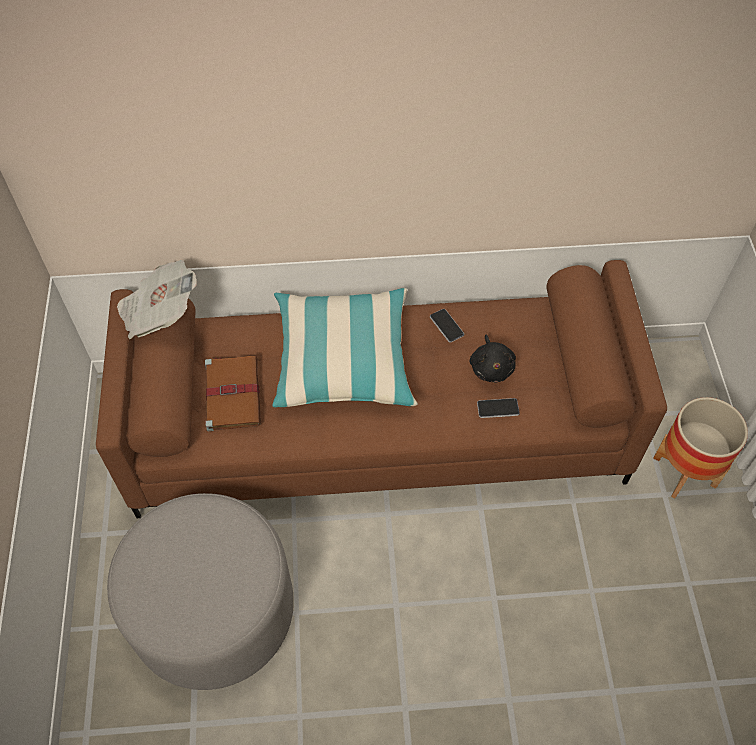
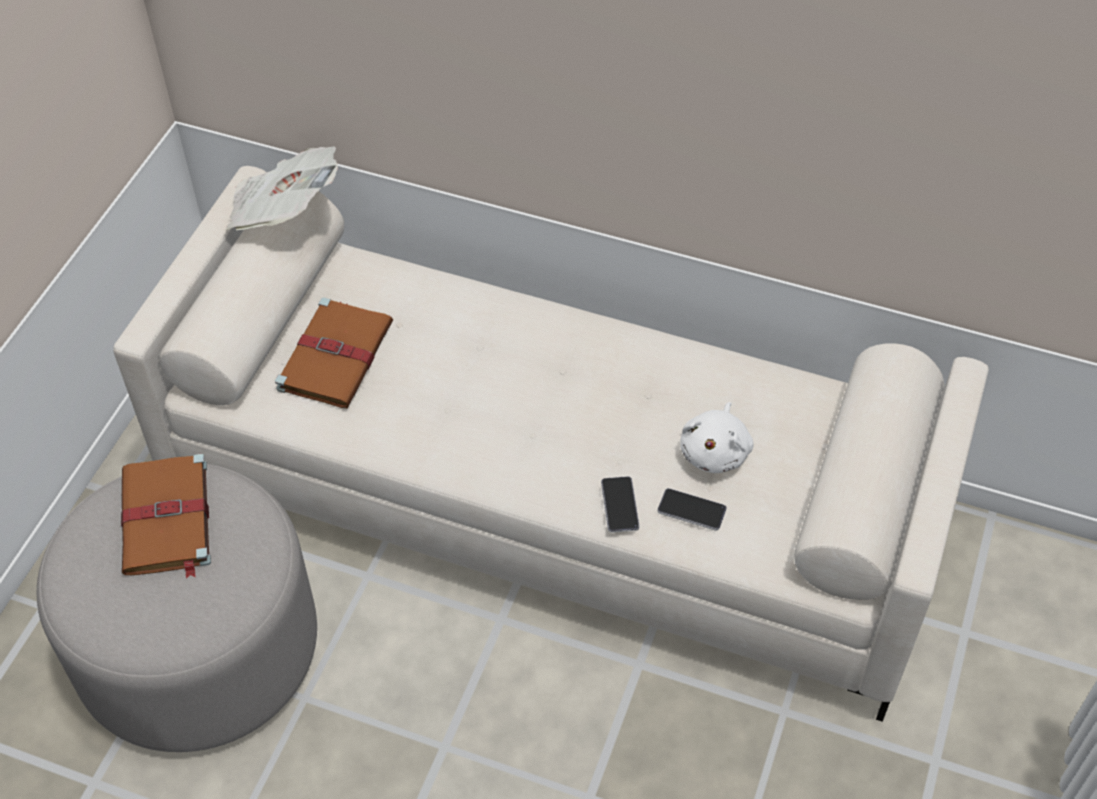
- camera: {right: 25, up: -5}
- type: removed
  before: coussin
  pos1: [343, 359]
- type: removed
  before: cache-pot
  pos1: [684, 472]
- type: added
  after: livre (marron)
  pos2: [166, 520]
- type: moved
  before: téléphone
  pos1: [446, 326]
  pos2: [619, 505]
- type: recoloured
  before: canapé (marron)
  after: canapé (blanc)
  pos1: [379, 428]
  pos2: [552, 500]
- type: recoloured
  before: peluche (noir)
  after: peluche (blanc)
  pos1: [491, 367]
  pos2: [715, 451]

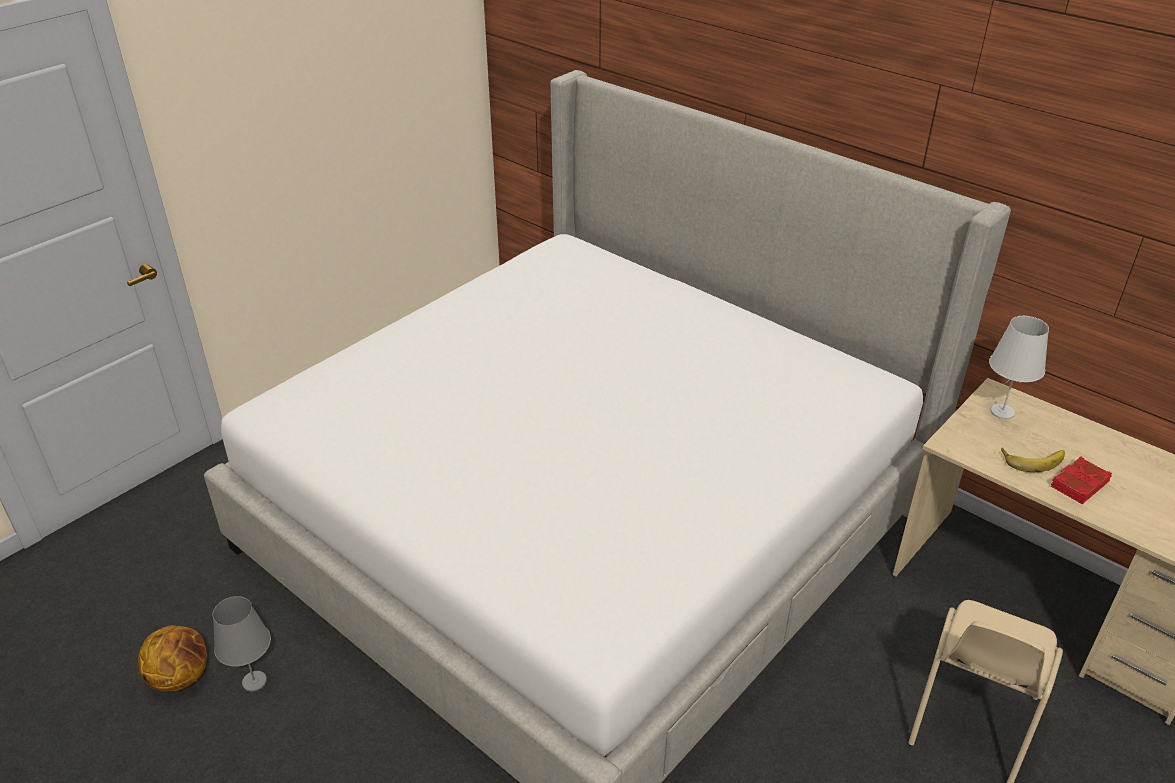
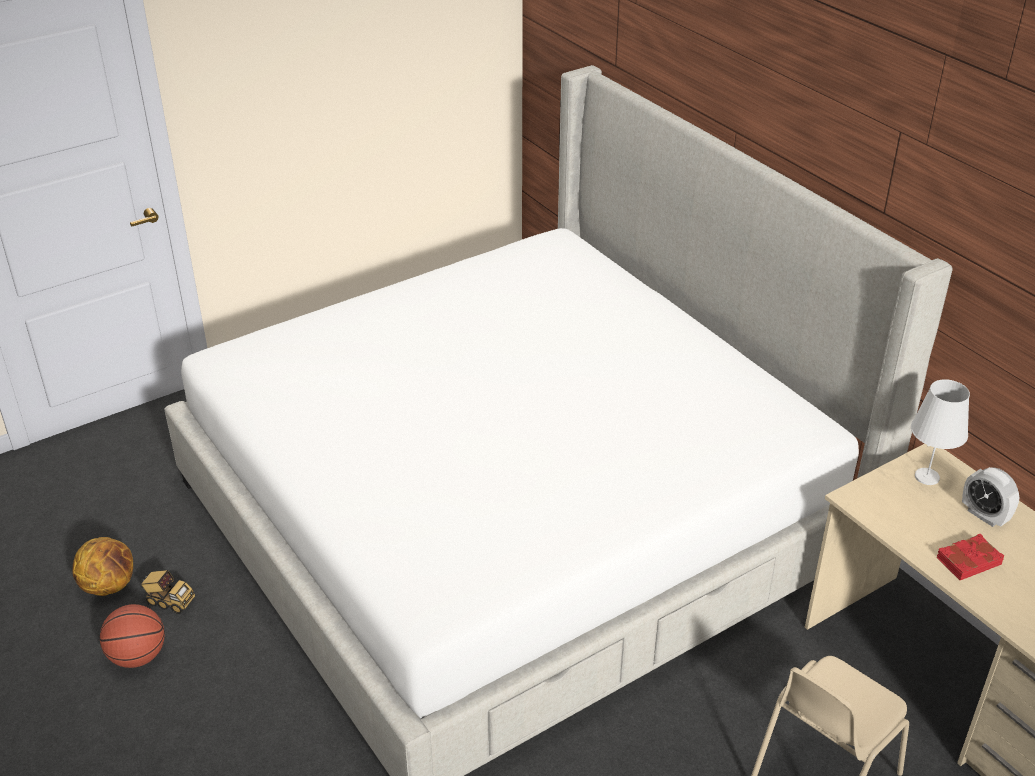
- camera: {right: 15, up: 0}
- type: removed
  before: banane
  pos1: [1032, 459]
- type: added
  after: ballon de basket
  pos2: [138, 656]
- type: added
  after: réveil
  pos2: [984, 515]
- type: replaced
  before: lampe de table (gris)
  after: camion jouet
  pos1: [255, 681]
  pos2: [169, 602]

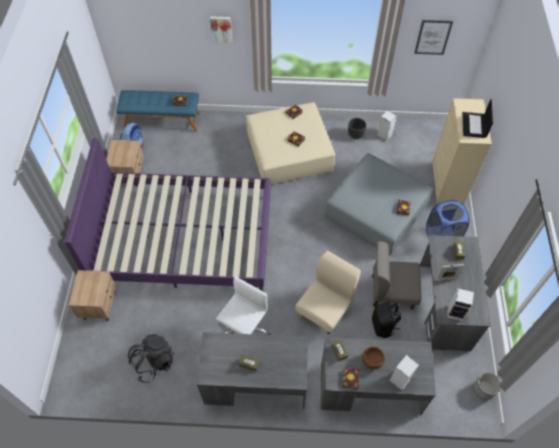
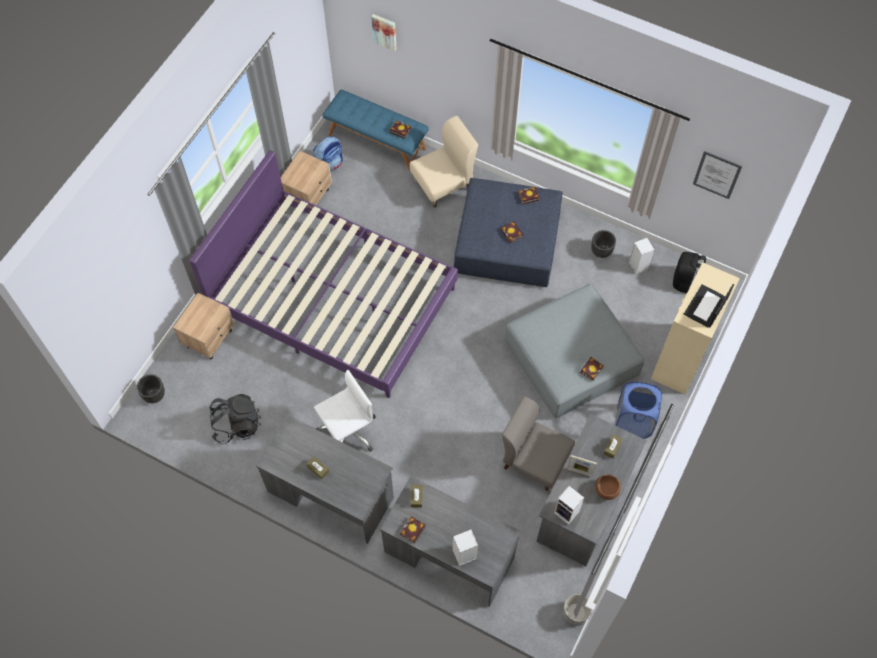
- camera: {right: 25, up: 5}
- type: added
  after: cache-pot (noir)
  pos2: [154, 395]
- type: moved
  before: tableau
  pos1: [221, 29]
  pos2: [384, 31]
- type: moved
  before: chaise (beige)
  pos1: [325, 309]
  pos2: [443, 185]
- type: moved
  before: bol (marron)
  pos1: [372, 361]
  pos2: [606, 490]
- type: moved
  before: sac à dos (noir)
  pos1: [383, 326]
  pos2: [685, 281]
- type: recoloured
  before: pouf (beige)
  after: pouf (bleu)
  pos1: [289, 152]
  pos2: [507, 242]

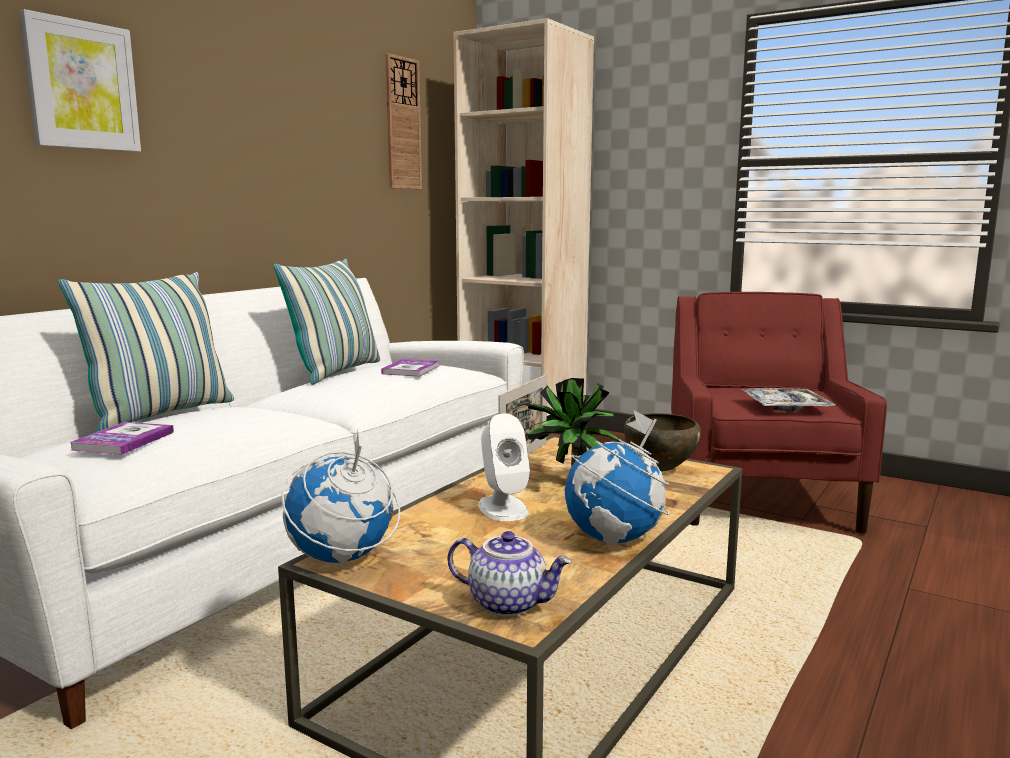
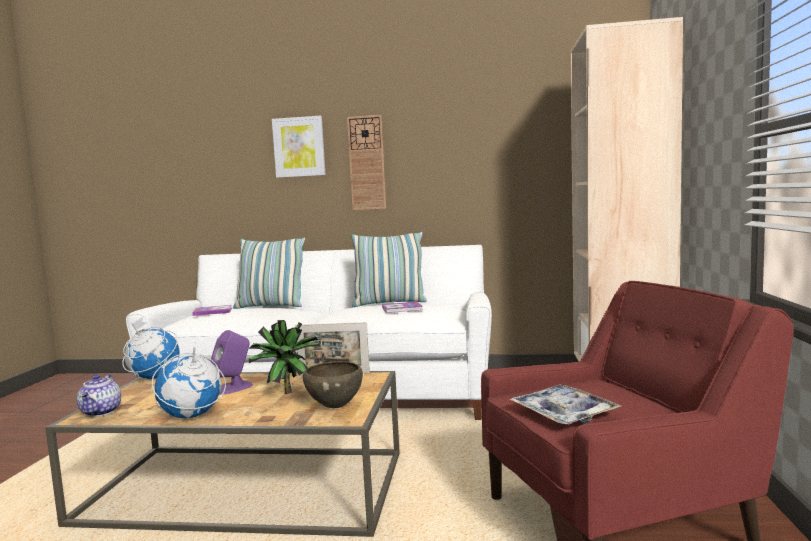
- camera: {right: 65, up: -5}
- type: moved
  before: horloge murale
  pos1: [402, 124]
  pos2: [367, 163]
- type: recoloured
  before: enceinte (blanc)
  after: enceinte (violet)
  pos1: [502, 508]
  pos2: [233, 387]

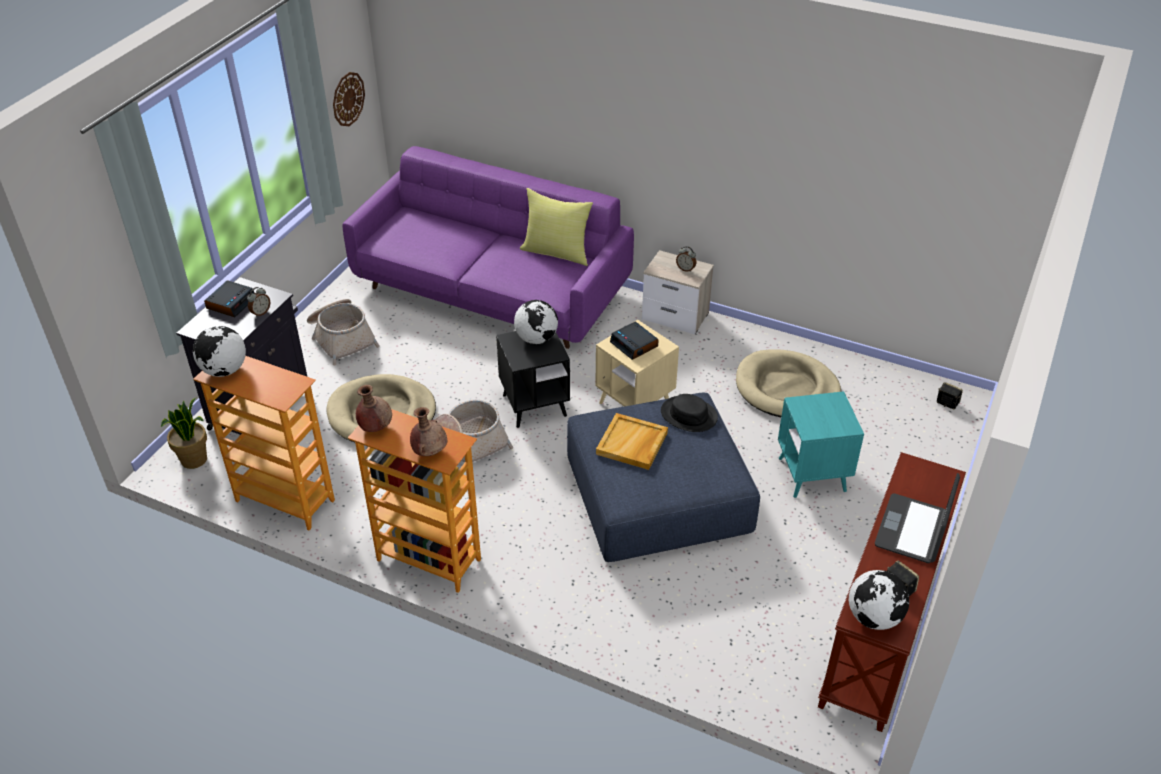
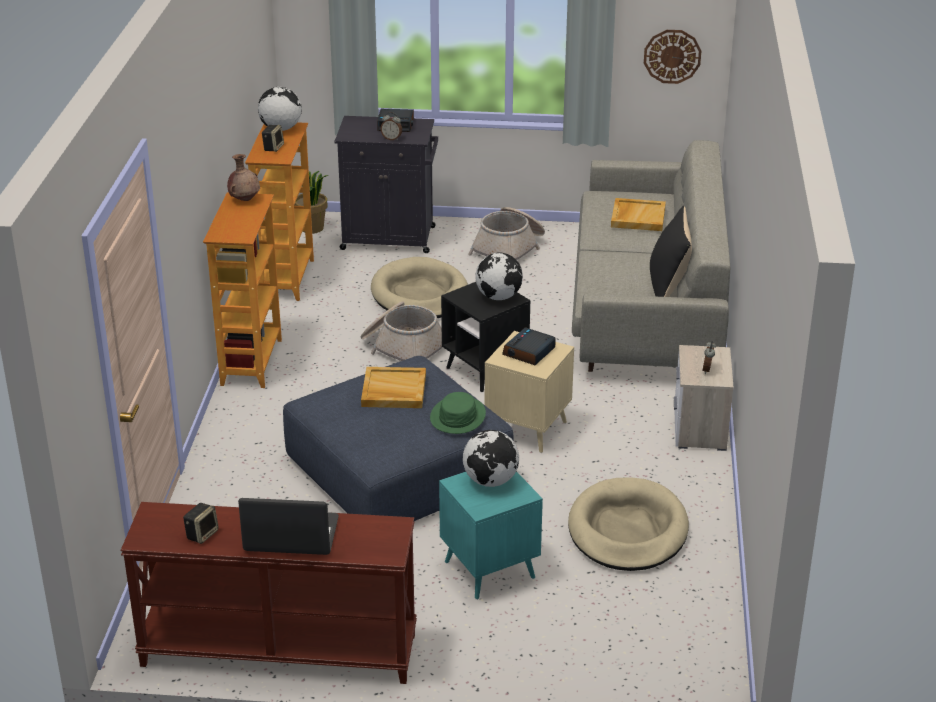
- camera: {right: 70, up: -10}
- type: removed
  before: vase (marron)
  pos1: [430, 451]
- type: added
  after: plateau (beige)
  pos2: [637, 217]
- type: moved
  before: globe
  pos1: [874, 617]
  pos2: [490, 481]
- type: moved
  before: enceinte
  pos1: [946, 403]
  pos2: [273, 147]
- type: recoloured
  before: canapé (violet)
  after: canapé (gris)
  pos1: [490, 291]
  pos2: [646, 306]
- type: recoloured
  before: coussin (jaune)
  after: coussin (noir)
  pos1: [557, 252]
  pos2: [668, 287]
- type: recoloured
  before: chapeau (noir)
  after: chapeau (vert)
  pos1: [689, 415]
  pos2: [458, 416]

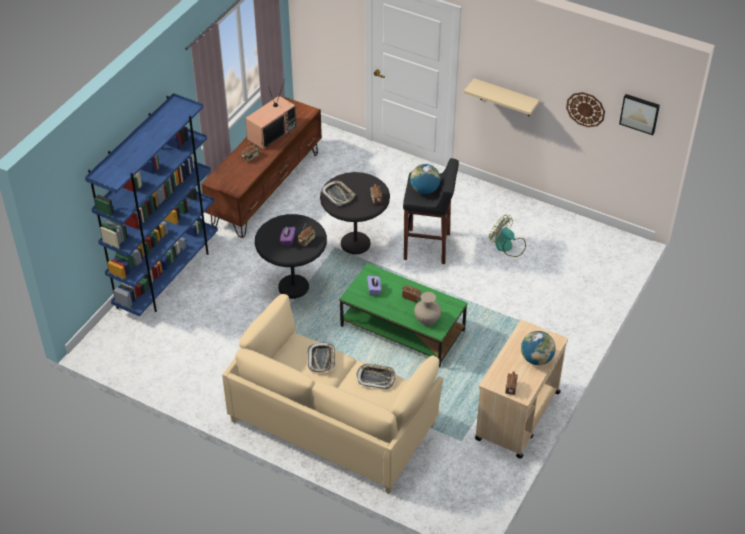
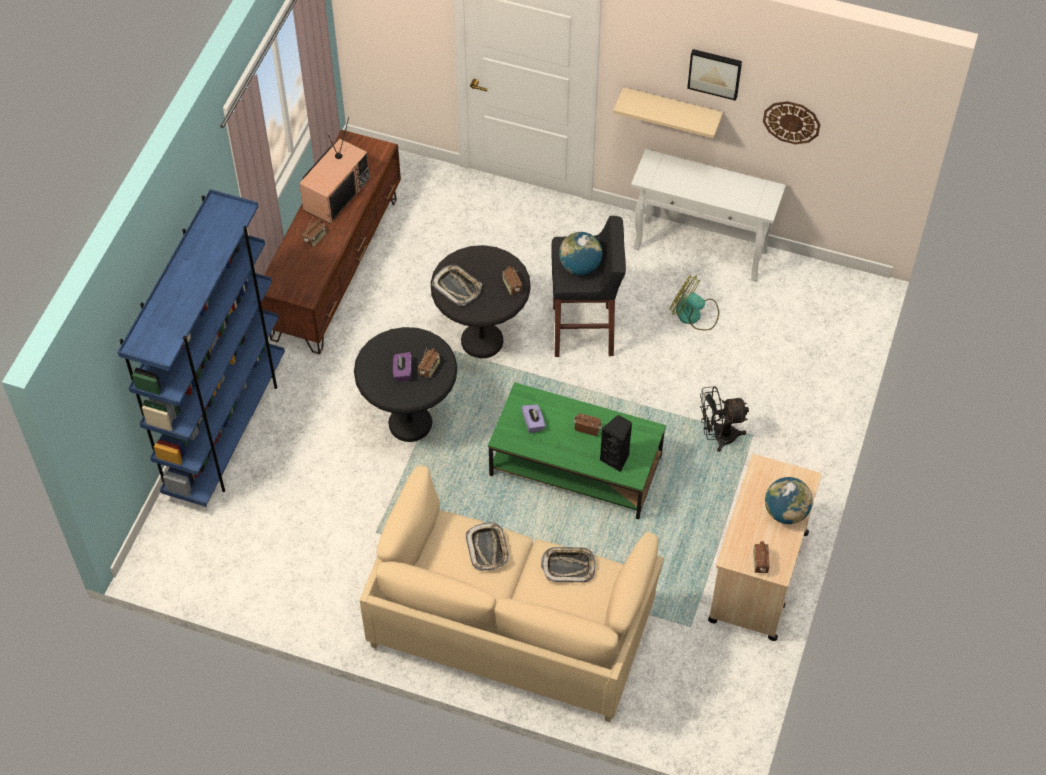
- camera: {right: -10, up: 10}
- type: added
  after: table console (blanc)
  pos2: [701, 250]
- type: added
  after: ventilateur (noir)
  pos2: [718, 436]
- type: moved
  before: tableau
  pos1: [640, 113]
  pos2: [715, 72]
- type: replaced
  before: vase (beige)
  after: enceinte (noir)
  pos1: [427, 318]
  pos2: [616, 459]

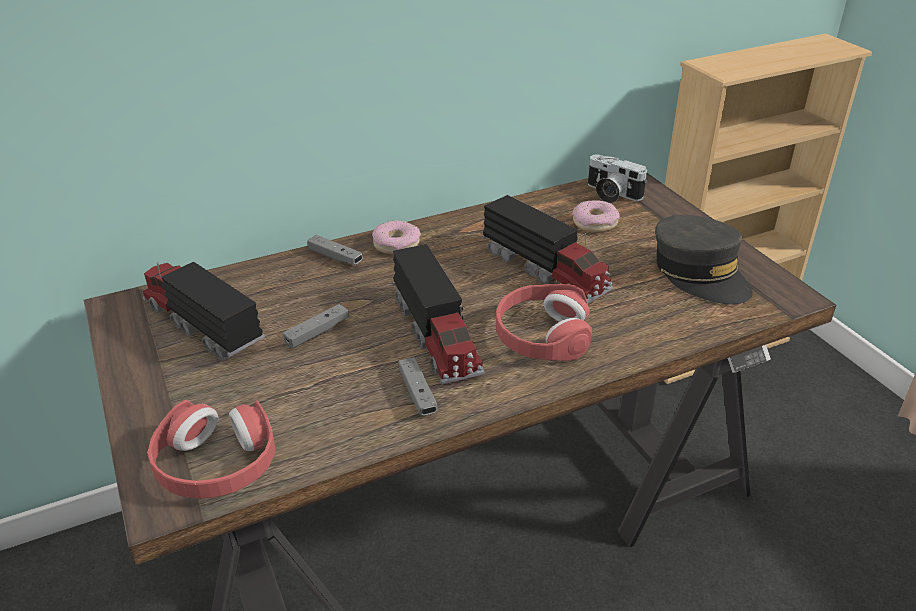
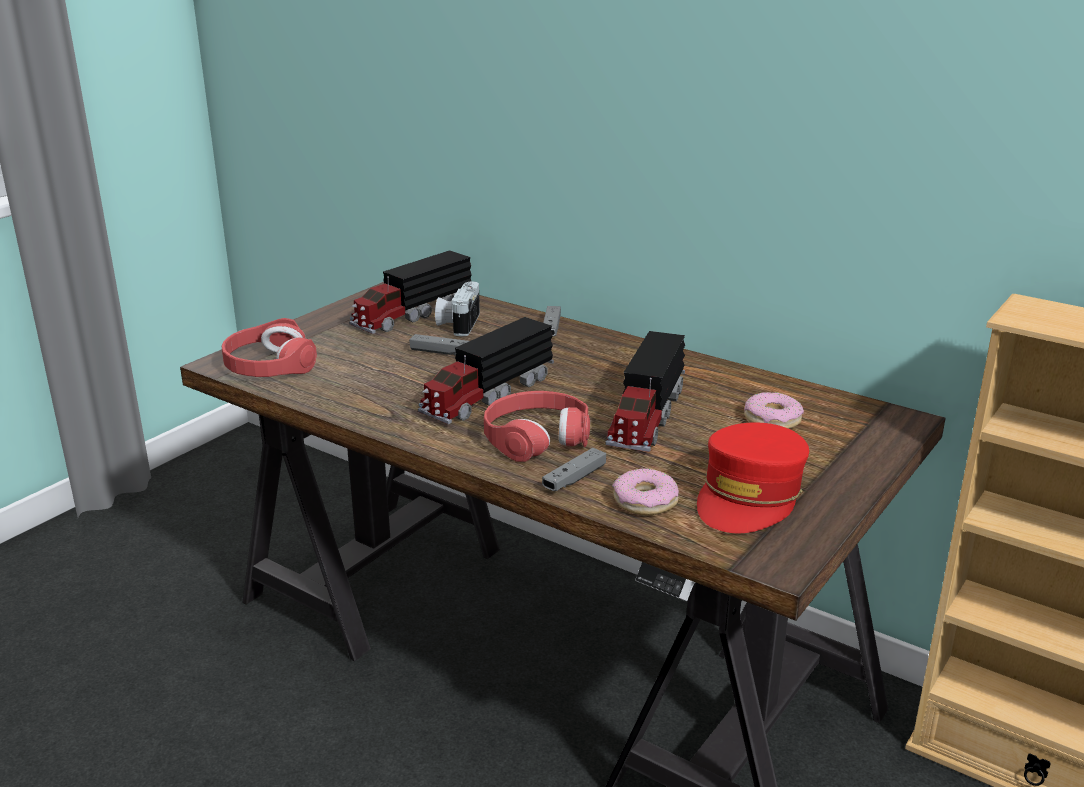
- camera: {right: 60, up: -10}
- type: moved
  before: beignet
  pos1: [396, 244]
  pos2: [645, 501]
- type: moved
  before: manette (gris)
  pos1: [417, 393]
  pos2: [574, 479]
- type: moved
  before: appareil photo
  pos1: [610, 194]
  pos2: [458, 323]
- type: recoloured
  before: casquette (gris)
  after: casquette (rouge)
  pos1: [700, 273]
  pos2: [749, 496]
- type: turned
  before: camion jouet
  pos1: [201, 323]
  pos2: [411, 314]
  turn: -150

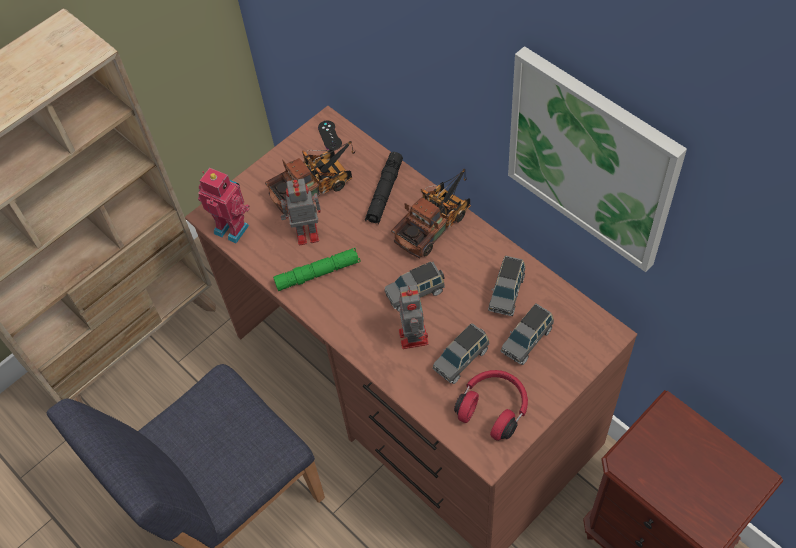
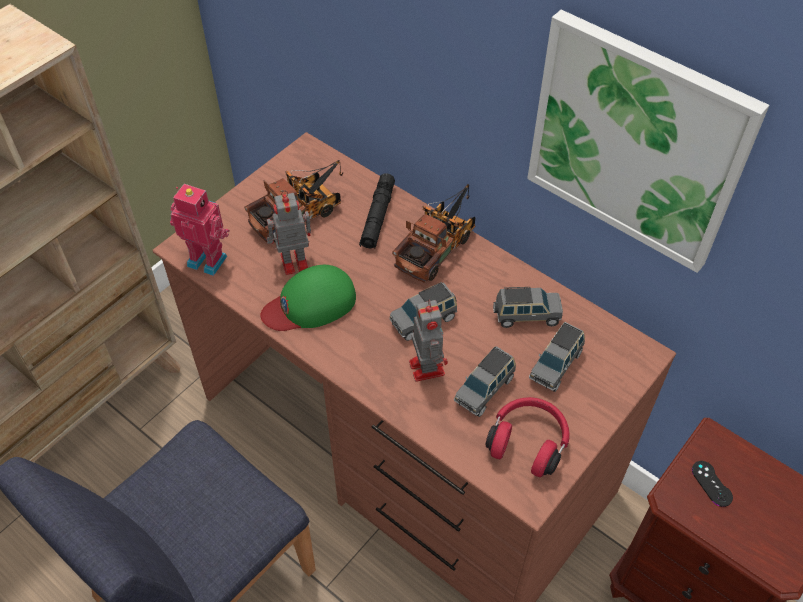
- camera: {right: -10, up: -5}
- type: moved
  before: manette (noir)
  pos1: [330, 135]
  pos2: [711, 483]
- type: replaced
  before: lampe de poche (vert)
  after: casquette (vert)
  pos1: [318, 273]
  pos2: [310, 304]
- type: turned
  before: petite voiture (gris)
  pos1: [506, 293]
  pos2: [526, 316]
  turn: -105

